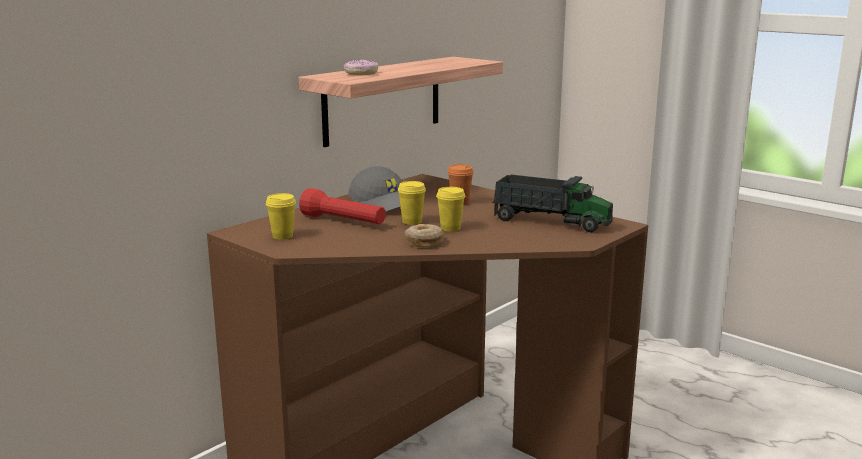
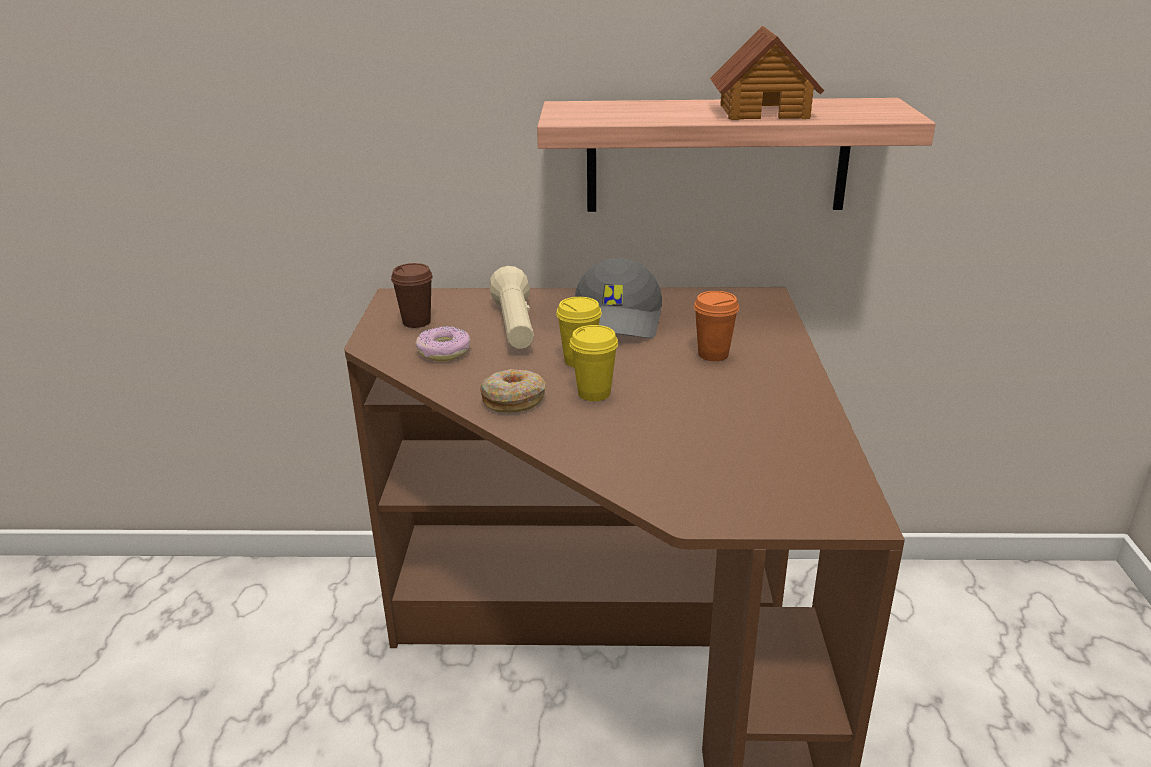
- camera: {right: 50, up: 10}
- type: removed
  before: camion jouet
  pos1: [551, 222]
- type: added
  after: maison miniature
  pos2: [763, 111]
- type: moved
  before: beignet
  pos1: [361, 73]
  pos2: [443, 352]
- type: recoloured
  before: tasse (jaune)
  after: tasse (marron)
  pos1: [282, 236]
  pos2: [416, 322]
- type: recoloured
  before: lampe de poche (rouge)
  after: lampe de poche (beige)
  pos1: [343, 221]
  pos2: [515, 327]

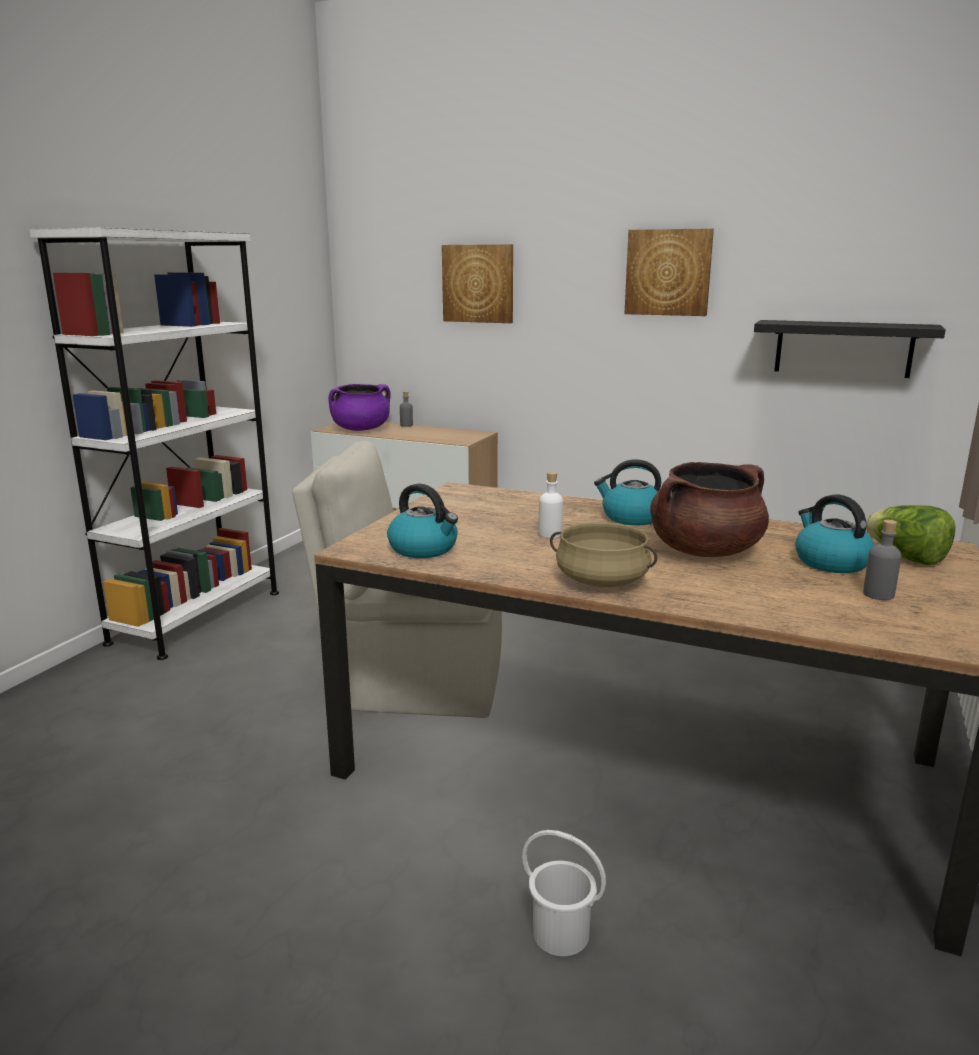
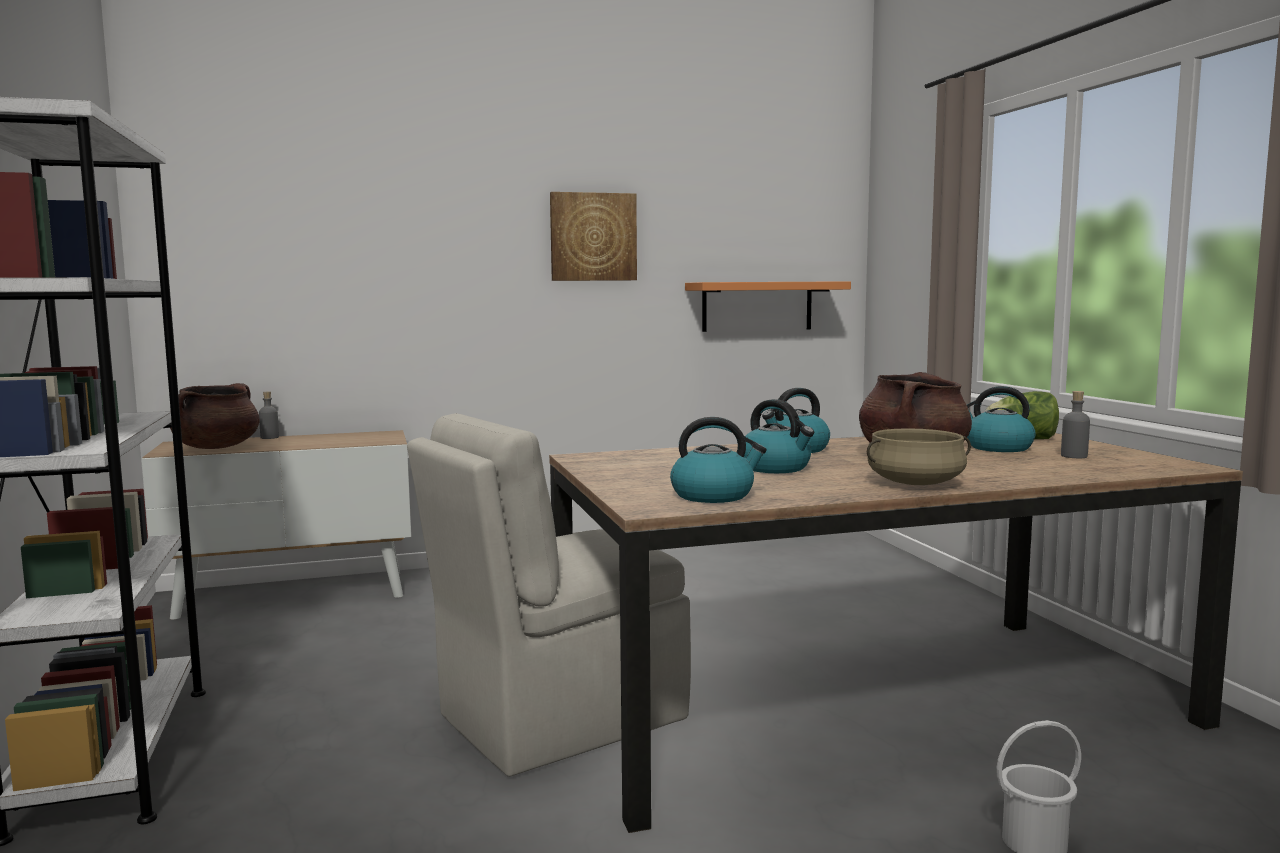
- camera: {right: -40, up: -10}
- type: removed
  before: tableau
  pos1: [478, 283]
- type: replaced
  before: bouteille (blanc)
  after: bouilloire
  pos1: [550, 534]
  pos2: [776, 468]
- type: recoloured
  before: marmite (violet)
  after: marmite (marron)
  pos1: [361, 429]
  pos2: [216, 447]
- type: recoloured
  before: étagère (noir)
  after: étagère (orange)
  pos1: [843, 348]
  pos2: [757, 306]

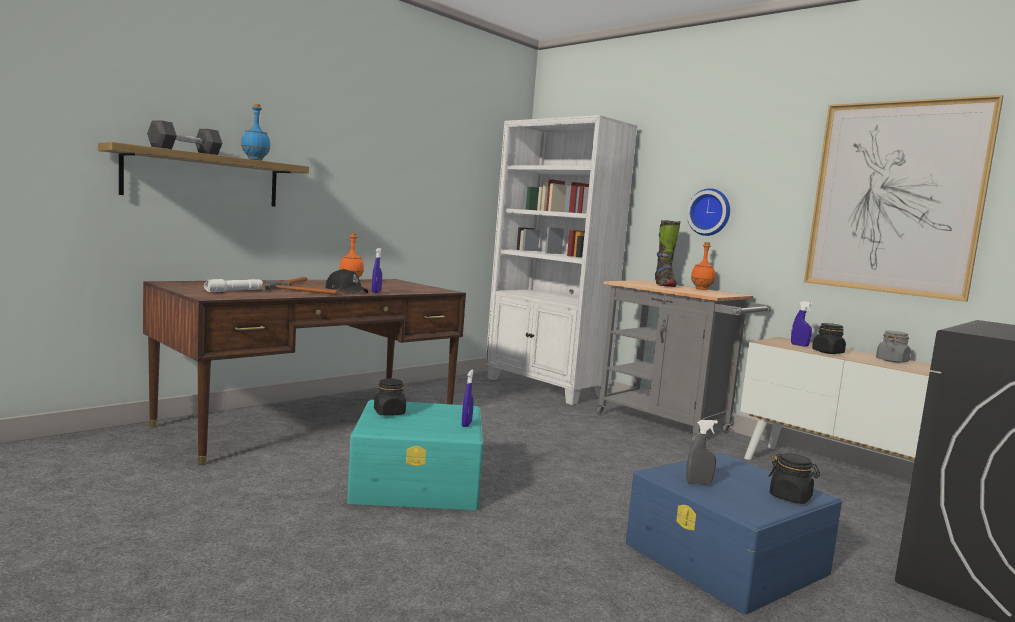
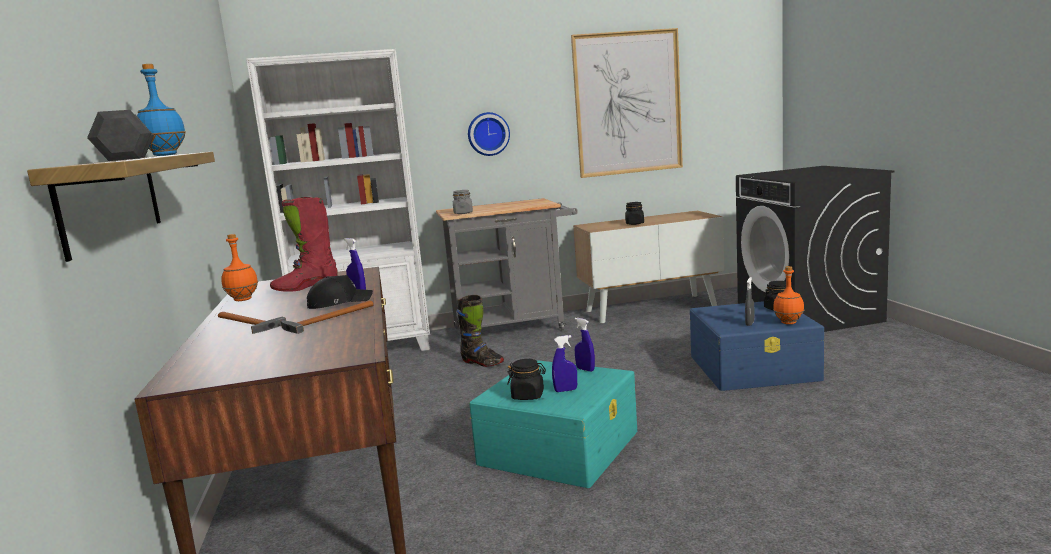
- camera: {right: -55, up: 5}
- type: removed
  before: lampe de poche (blanc)
  pos1: [234, 291]
- type: added
  after: botte (rouge)
  pos2: [305, 287]
- type: moved
  before: botte (noir)
  pos1: [664, 285]
  pos2: [482, 363]
- type: moved
  before: bouteille (orange)
  pos1: [701, 289]
  pos2: [788, 323]
- type: moved
  before: vaporisateur (bleu)
  pos1: [799, 345]
  pos2: [565, 390]
- type: moved
  before: bocal (gris)
  pos1: [892, 361]
  pos2: [463, 213]

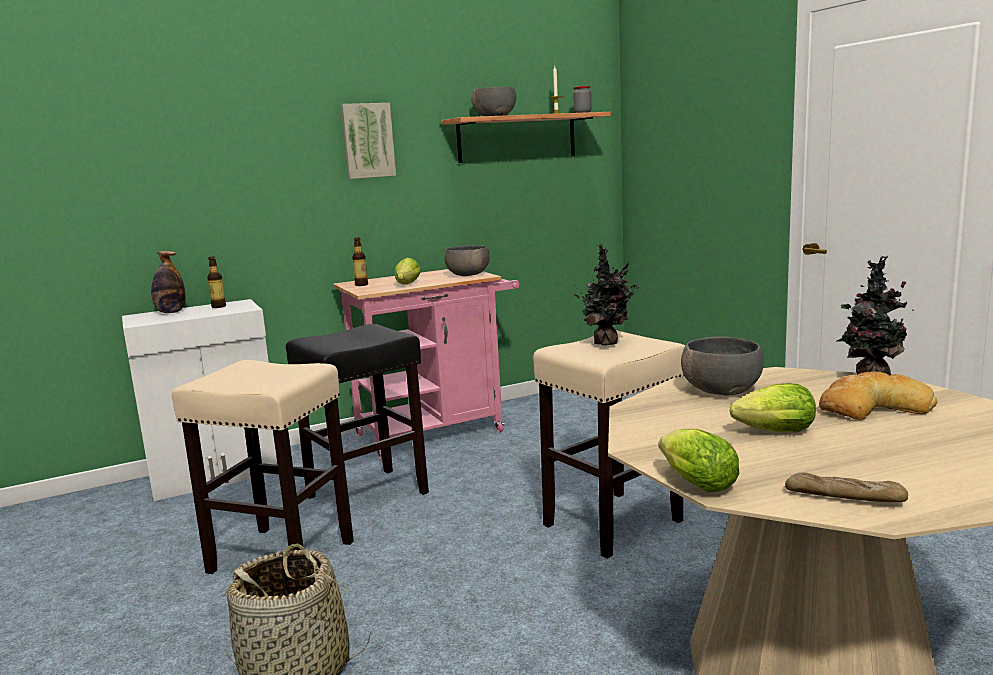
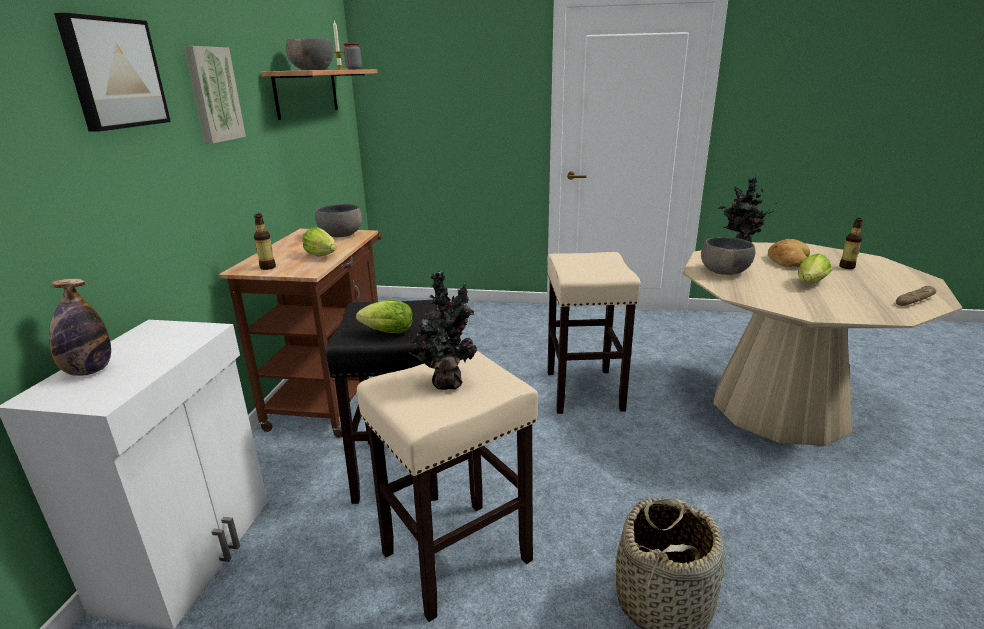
- camera: {right: -55, up: 10}
- type: added
  after: tableau
  pos2: [113, 73]
- type: moved
  before: bouteille
  pos1: [218, 306]
  pos2: [847, 267]
- type: moved
  before: plante en pot
  pos1: [607, 343]
  pos2: [447, 382]
- type: moved
  before: laitue
  pos1: [693, 483]
  pos2: [385, 332]
- type: recoloured
  before: chariot (rose)
  after: chariot (marron)
  pos1: [438, 431]
  pos2: [333, 392]

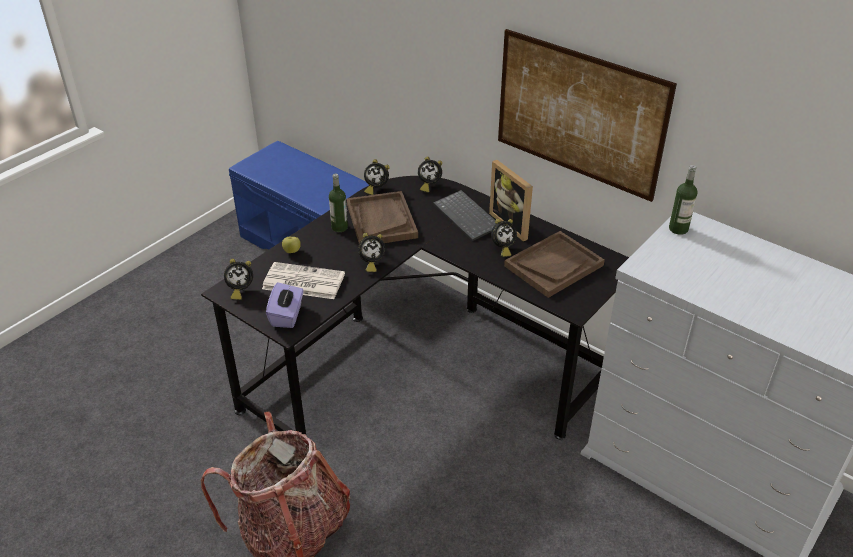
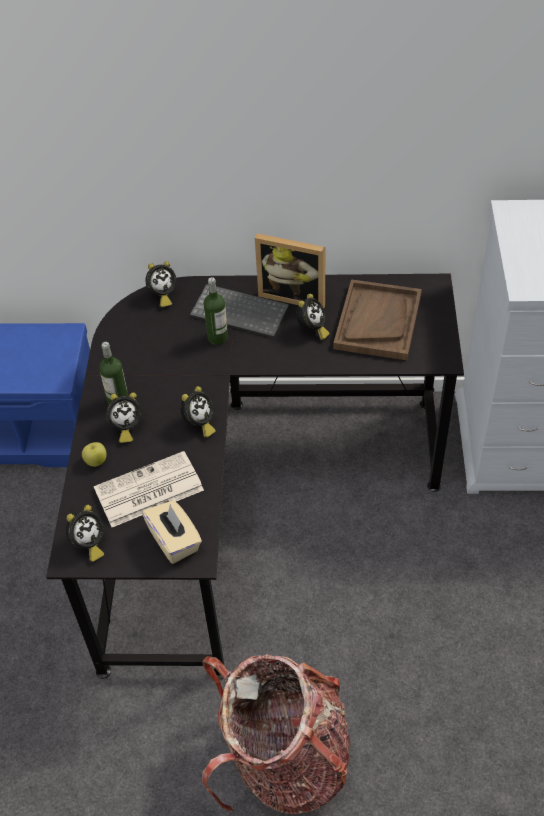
- camera: {right: -35, up: 10}
- type: removed
  before: plateau (marron)
  pos1: [381, 220]
- type: removed
  before: tableau
  pos1: [579, 114]
- type: moved
  before: réveil
  pos1: [376, 188]
  pos2: [126, 428]
- type: moved
  before: bouteille
  pos1: [678, 229]
  pos2: [218, 337]
- type: recoloured
  before: boîte à mouchoirs (violet)
  after: boîte à mouchoirs (beige)
  pos1: [287, 315]
  pos2: [174, 541]

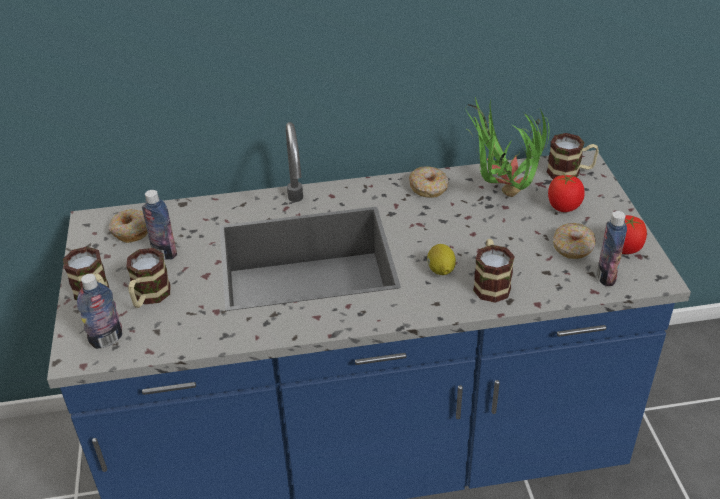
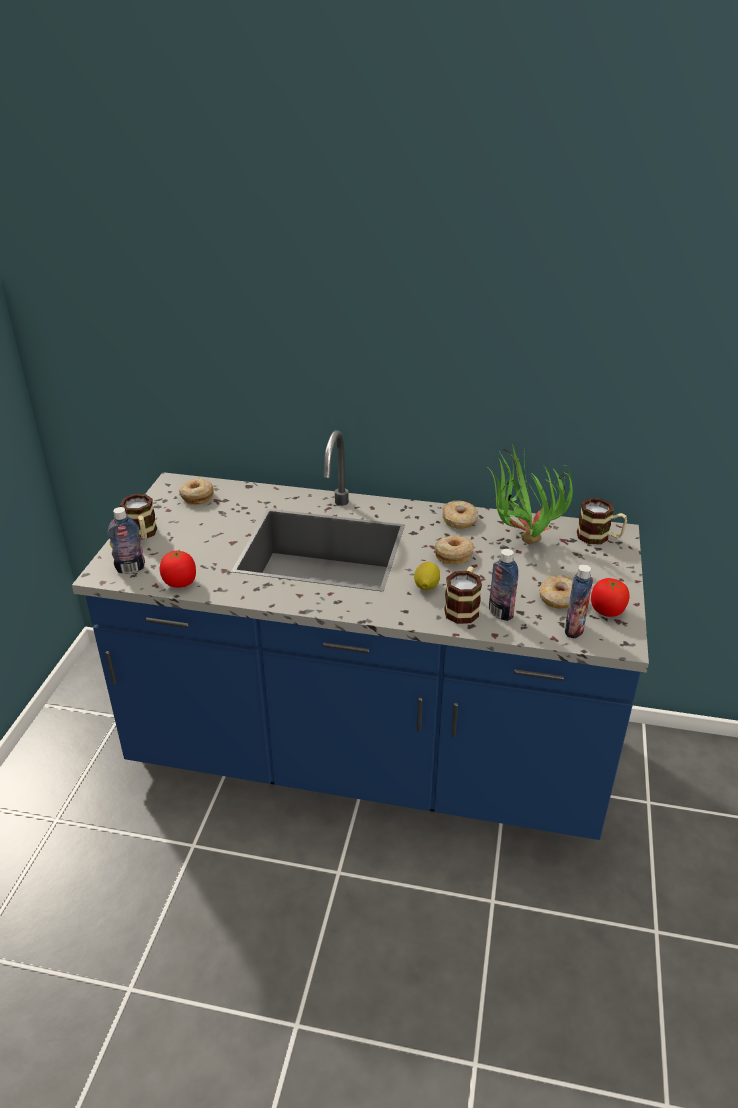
- camera: {right: 20, up: -5}
- type: removed
  before: mug
  pos1: [149, 297]
- type: added
  after: beignet
  pos2: [453, 555]
- type: moved
  before: bouteille
  pos1: [164, 253]
  pos2: [500, 613]
- type: moved
  before: tomate
  pos1: [564, 207]
  pos2: [180, 583]

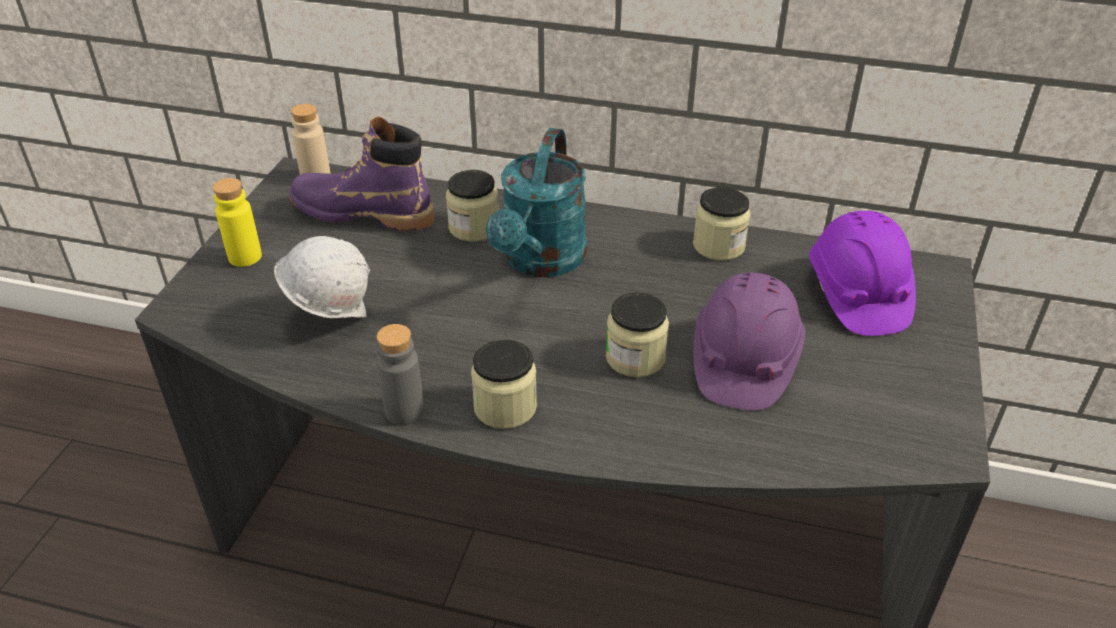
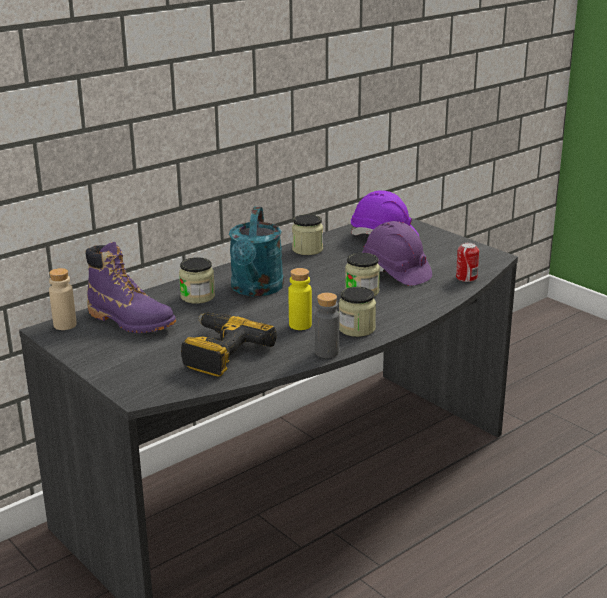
- camera: {right: -55, up: -15}
- type: added
  after: boîte métallique
  pos2: [466, 278]
- type: moved
  before: bouteille (jaune)
  pos1: [245, 257]
  pos2: [300, 325]
- type: replaced
  before: casque de chantier (blanc)
  after: perceuse
  pos1: [330, 317]
  pos2: [219, 353]
- type: turned
  before: botte (violet)
  pos1: [363, 213]
  pos2: [131, 321]
  turn: -105
- type: turned
  before: arrosoir (turquoise)
  pos1: [540, 262]
  pos2: [256, 290]
  turn: 45

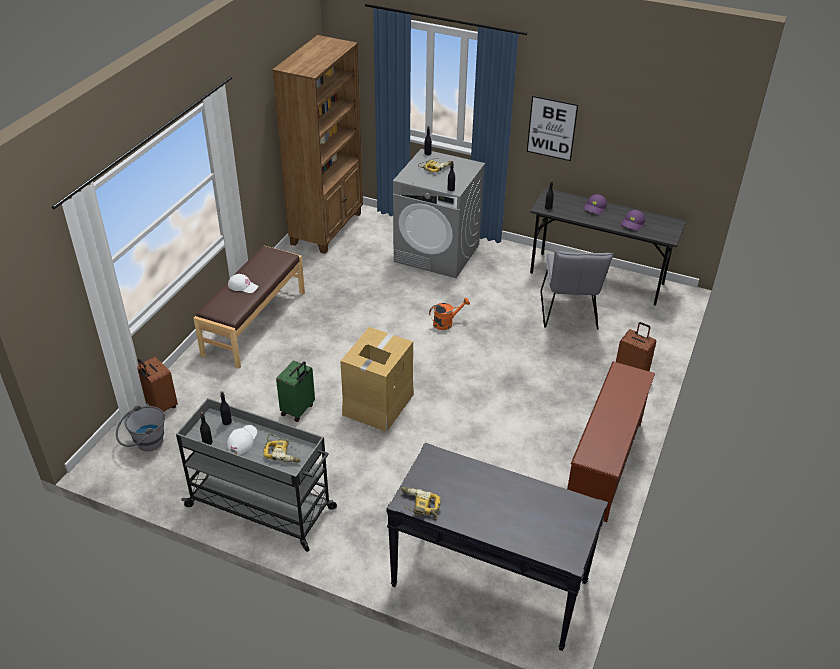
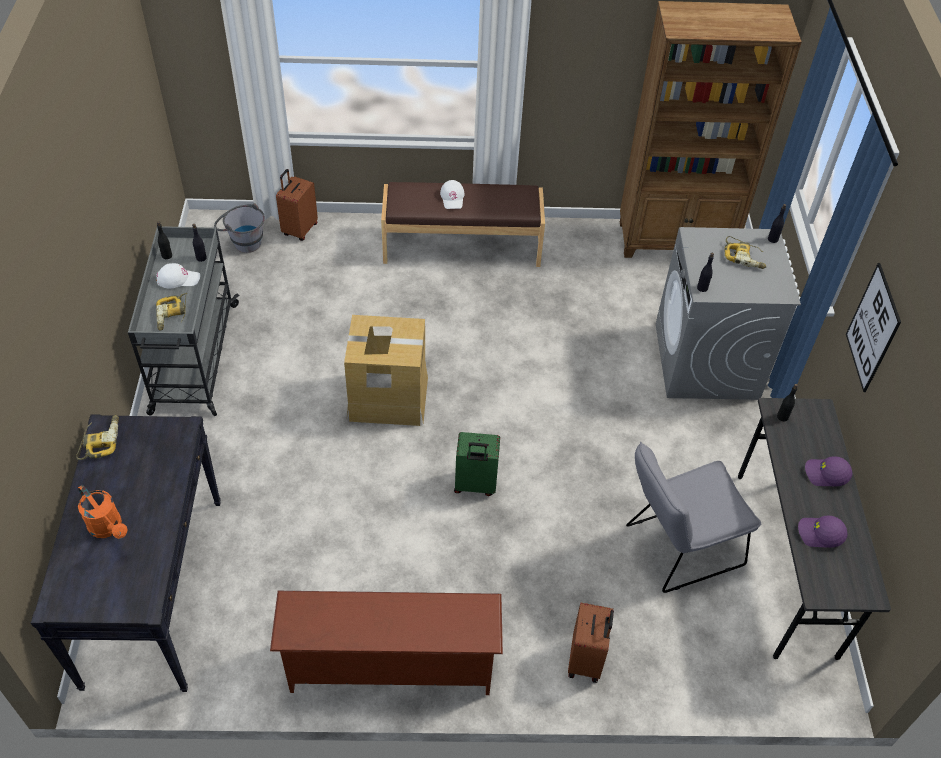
- camera: {right: 65, up: 10}
- type: moved
  before: valise (vert)
  pos1: [298, 410]
  pos2: [475, 485]
- type: moved
  before: arrosoir (orange)
  pos1: [446, 323]
  pos2: [108, 528]

